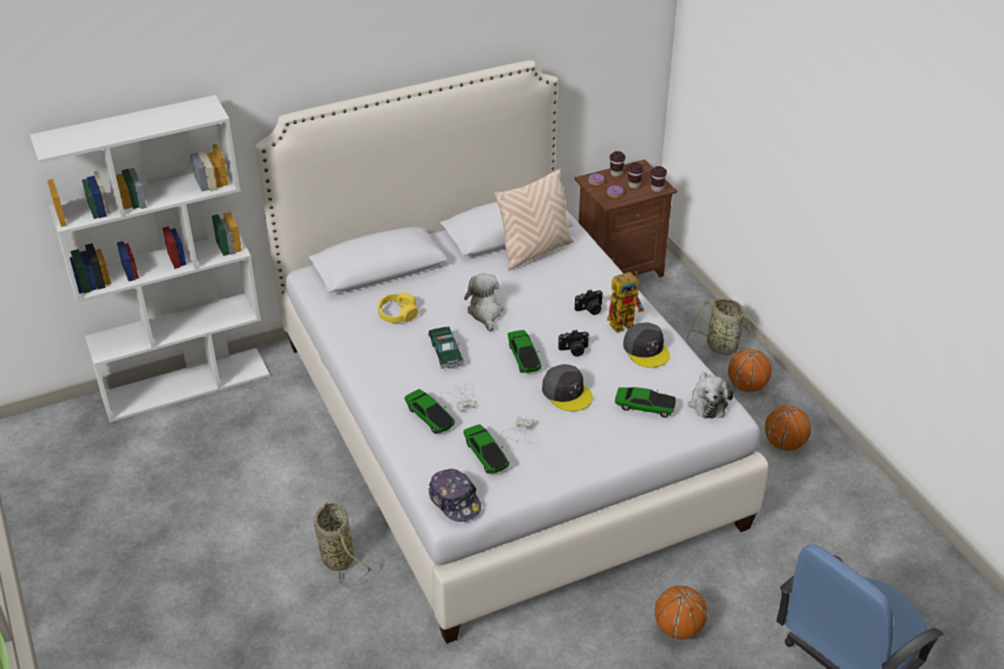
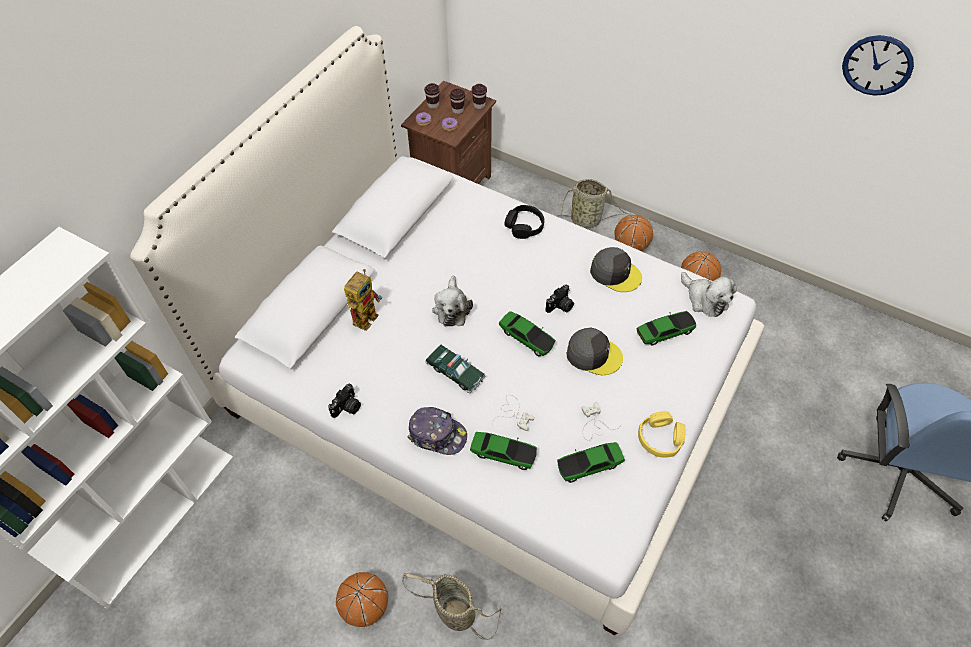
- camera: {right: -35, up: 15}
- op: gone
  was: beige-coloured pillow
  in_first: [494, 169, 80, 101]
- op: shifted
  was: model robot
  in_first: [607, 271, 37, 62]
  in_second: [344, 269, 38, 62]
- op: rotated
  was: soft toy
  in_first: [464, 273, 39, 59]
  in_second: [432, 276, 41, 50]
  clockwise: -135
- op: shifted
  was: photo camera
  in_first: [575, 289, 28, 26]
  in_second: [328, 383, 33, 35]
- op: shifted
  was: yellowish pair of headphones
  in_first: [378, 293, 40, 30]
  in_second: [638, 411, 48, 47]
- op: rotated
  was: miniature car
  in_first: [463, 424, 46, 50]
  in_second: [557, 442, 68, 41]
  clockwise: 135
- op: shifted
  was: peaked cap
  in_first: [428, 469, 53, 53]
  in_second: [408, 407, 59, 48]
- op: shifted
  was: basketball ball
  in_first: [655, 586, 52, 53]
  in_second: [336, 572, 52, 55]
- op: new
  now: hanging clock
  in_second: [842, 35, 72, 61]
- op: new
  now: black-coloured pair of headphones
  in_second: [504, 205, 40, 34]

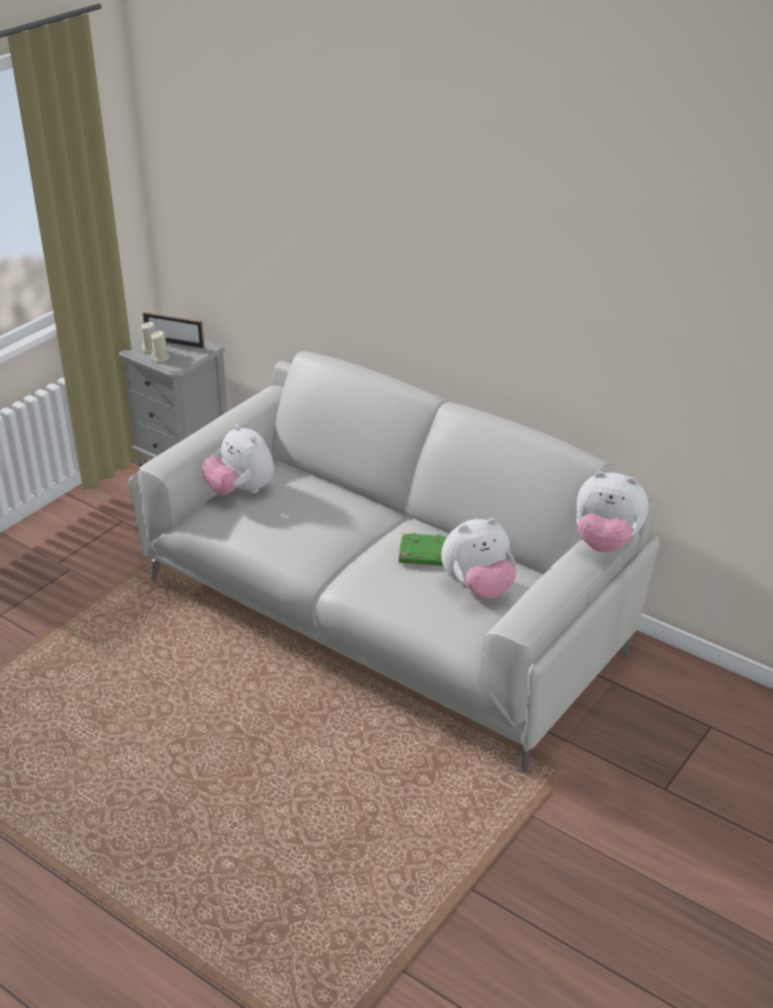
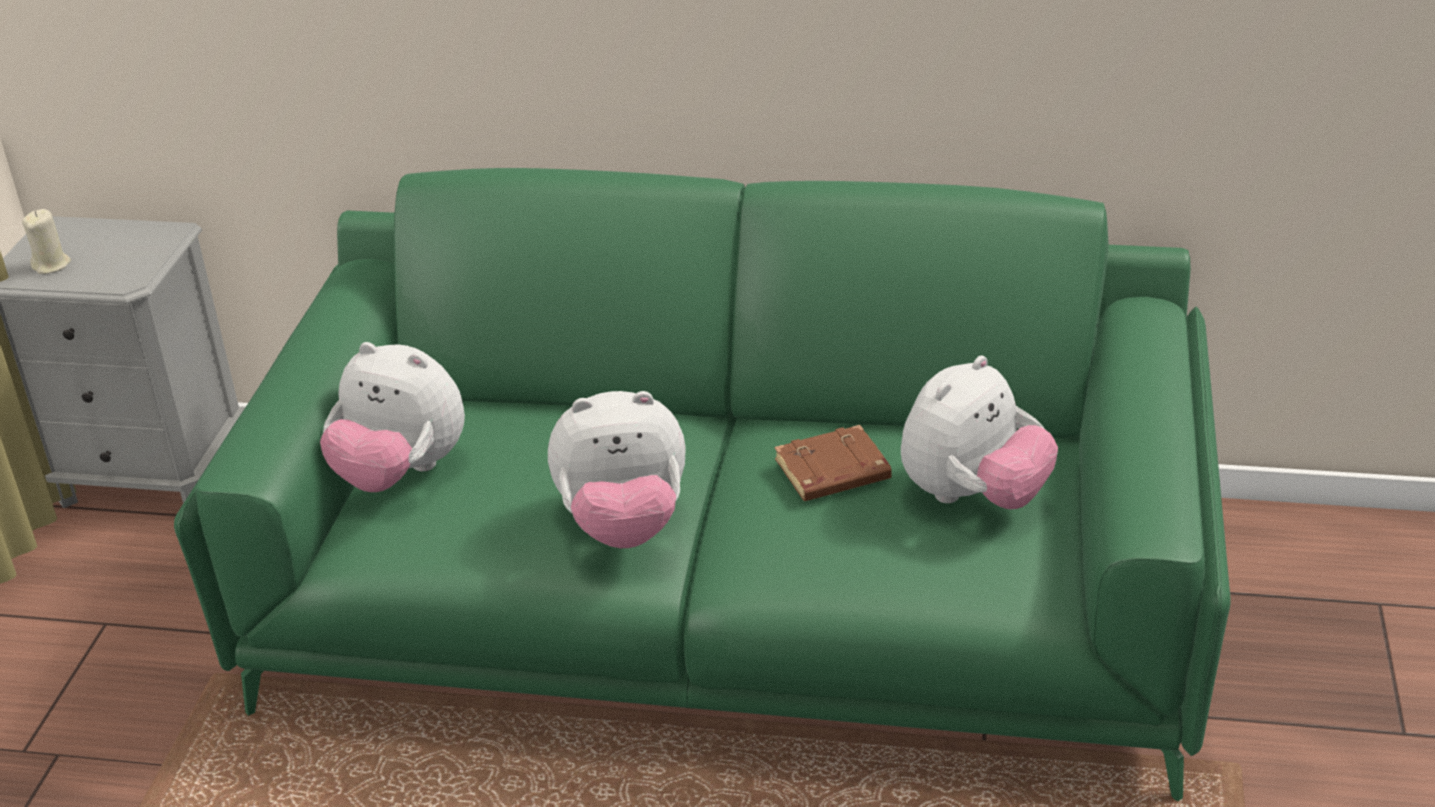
- camera: {right: -25, up: 0}
- op: gone
  was: photo frame
  in_first: [143, 312, 62, 37]
- op: gone
  was: beige-coloured wax candle
  in_first: [151, 331, 19, 31]
- op: repainted
  was: greyish couch
  now: greenish couch
  in_first: [128, 351, 532, 422]
  in_second: [174, 168, 1057, 633]
- op: shifted
  was: soft toy
  in_first: [576, 471, 73, 82]
  in_second: [548, 391, 138, 157]
- op: repainted
  was: greenish bound book
  now: brown bound book
  in_first: [399, 533, 49, 33]
  in_second: [775, 425, 117, 76]

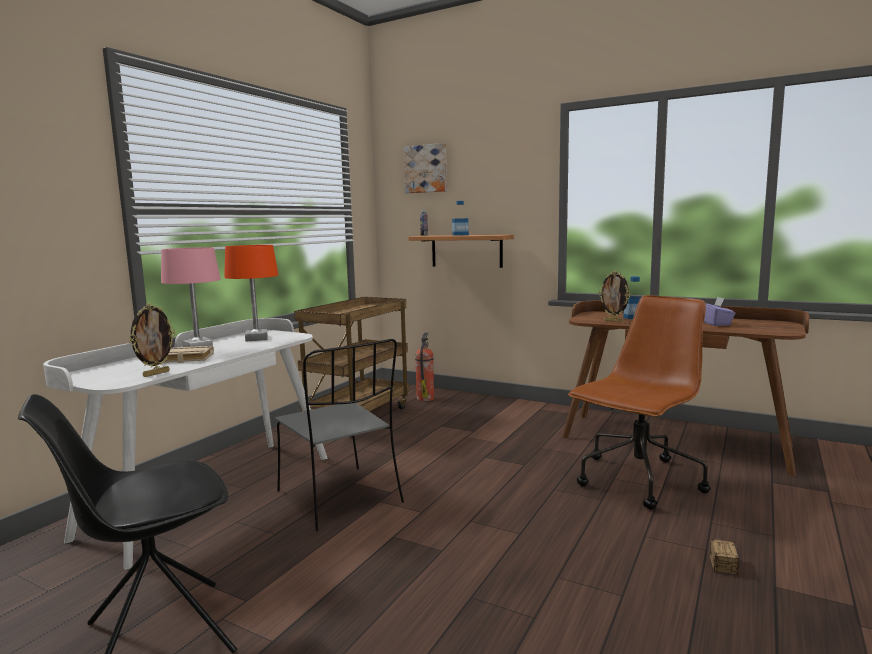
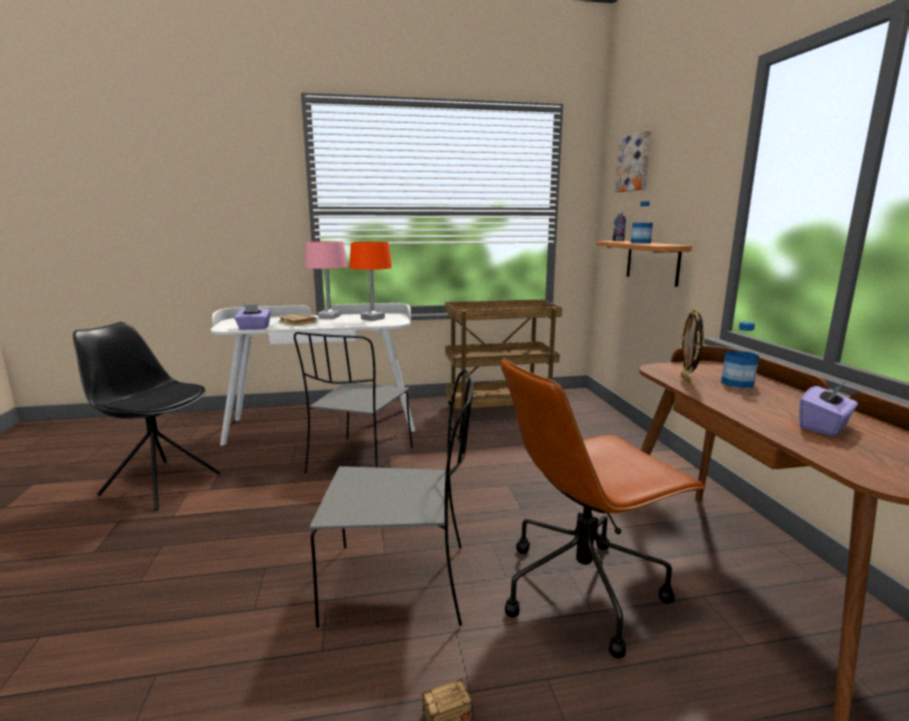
- camera: {right: 50, up: 5}
- op: rotated
  was: brown office chair
  in_first: [568, 295, 143, 215]
  in_second: [501, 357, 206, 301]
  clockwise: 150
- op: swapped
  was: photo frame
  now: purple-coloured box of tissues
  in_first: [129, 303, 47, 74]
  in_second: [234, 304, 37, 25]
- op: gone
  was: fire-fighting cylinder
  in_first: [415, 332, 19, 69]
- op: new
  now: greyish chair
  in_second: [310, 369, 164, 259]

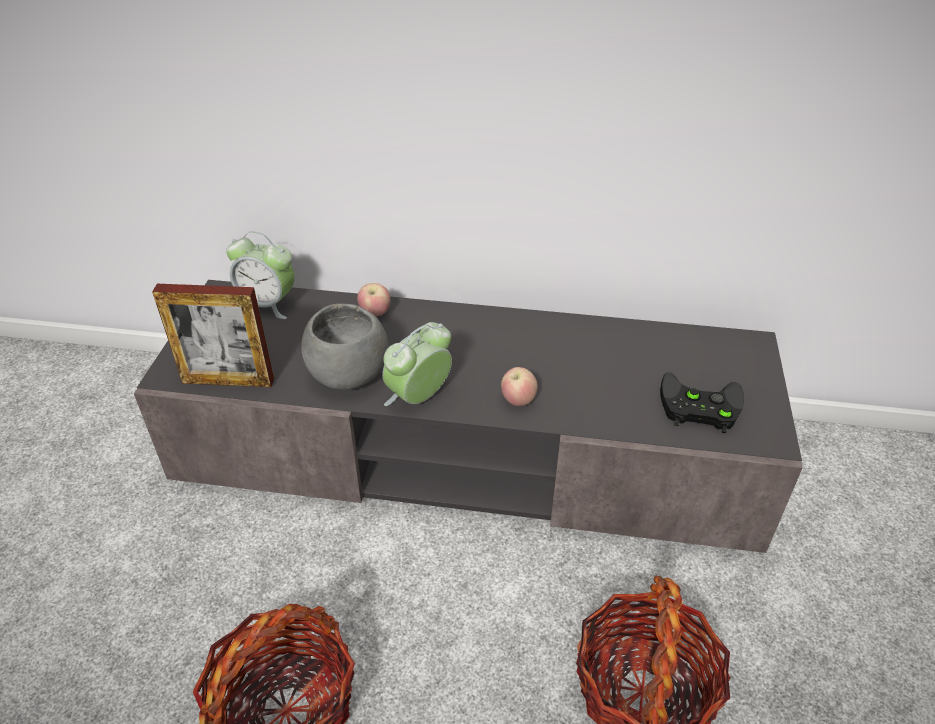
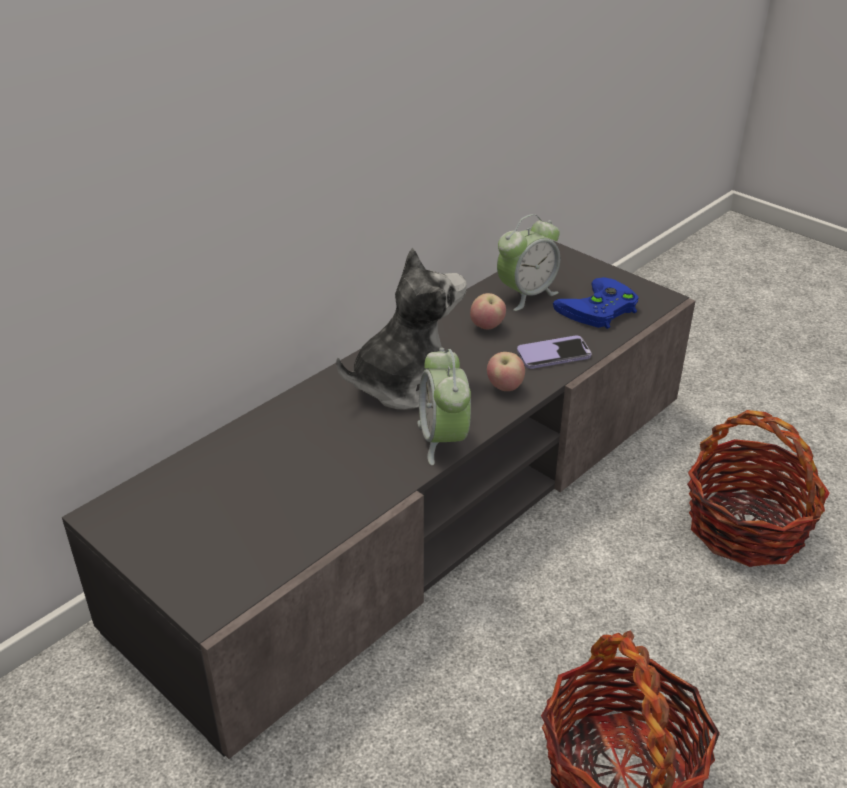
- camera: {right: -55, up: -5}
- op: shifted
  was: table clock
  in_first: [226, 231, 69, 88]
  in_second: [497, 214, 63, 97]
- op: shifted
  was: apple fruit
  in_first: [357, 283, 33, 33]
  in_second: [470, 293, 36, 36]
- op: gone
  was: photo frame
  in_first: [152, 284, 122, 103]
- op: gone
  was: greyish bowl
  in_first: [301, 304, 87, 86]
- op: repainted
  was: black-coloured joypad
  now: blue joypad
  in_first: [660, 373, 84, 60]
  in_second: [553, 277, 86, 52]
- op: new
  now: soft toy
  in_second: [336, 247, 131, 163]
- op: new
  now: handset
  in_second: [517, 336, 75, 33]

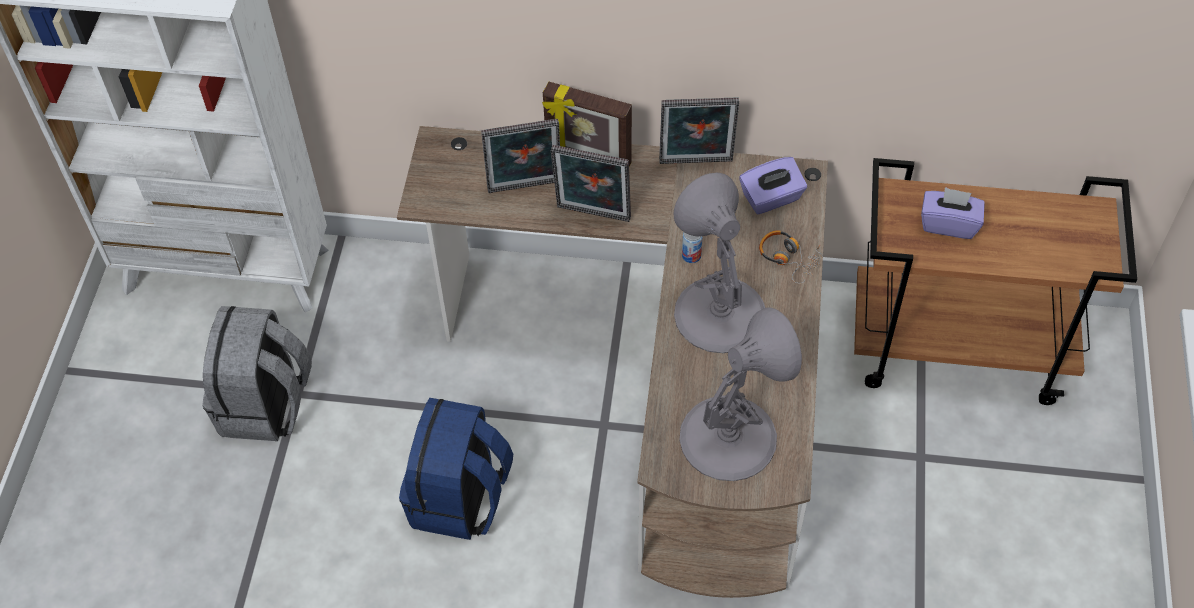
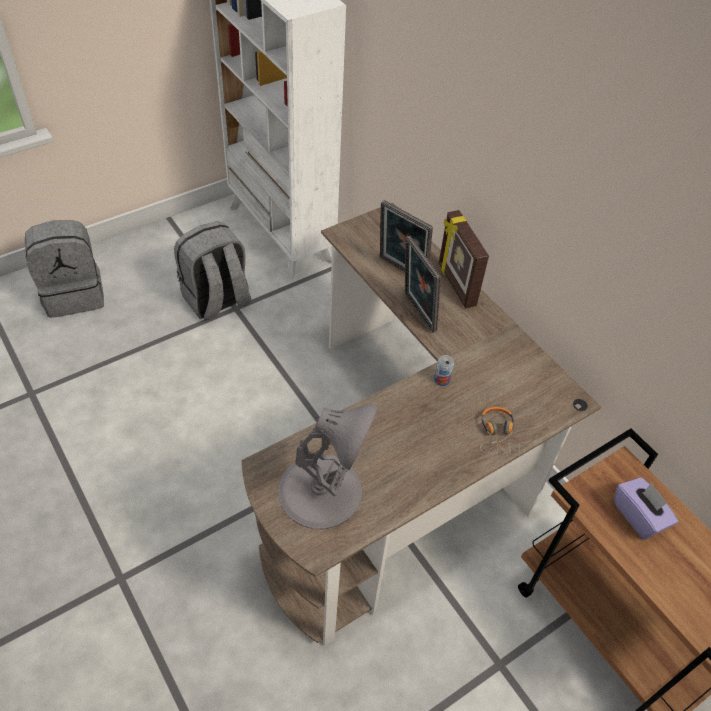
- camera: {right: 45, up: -5}
- op: gone
  was: photo frame
  in_first: [659, 98, 80, 66]
- op: gone
  was: purple-coloured box of tissues
  in_first: [739, 157, 68, 57]
- op: gone
  was: greyish tabletop lamp
  in_first: [674, 173, 91, 180]
- op: gone
  was: blue rucksack
  in_first: [399, 398, 114, 142]
- op: new
  now: greyish rucksack
  in_second: [25, 220, 79, 98]

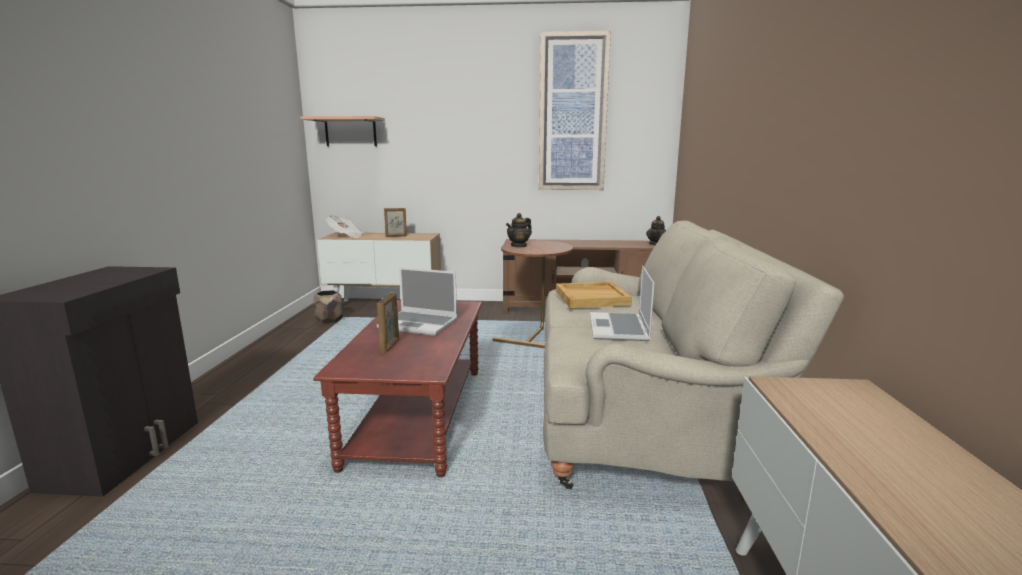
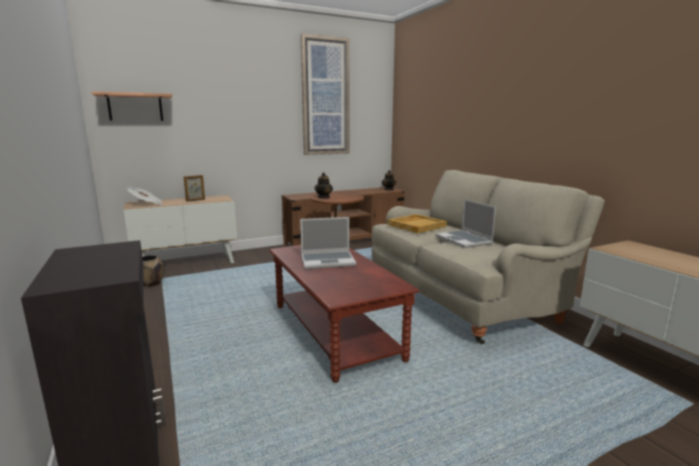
- camera: {right: -30, up: 0}
- op: gone
  was: photo frame
  in_first: [377, 292, 22, 62]

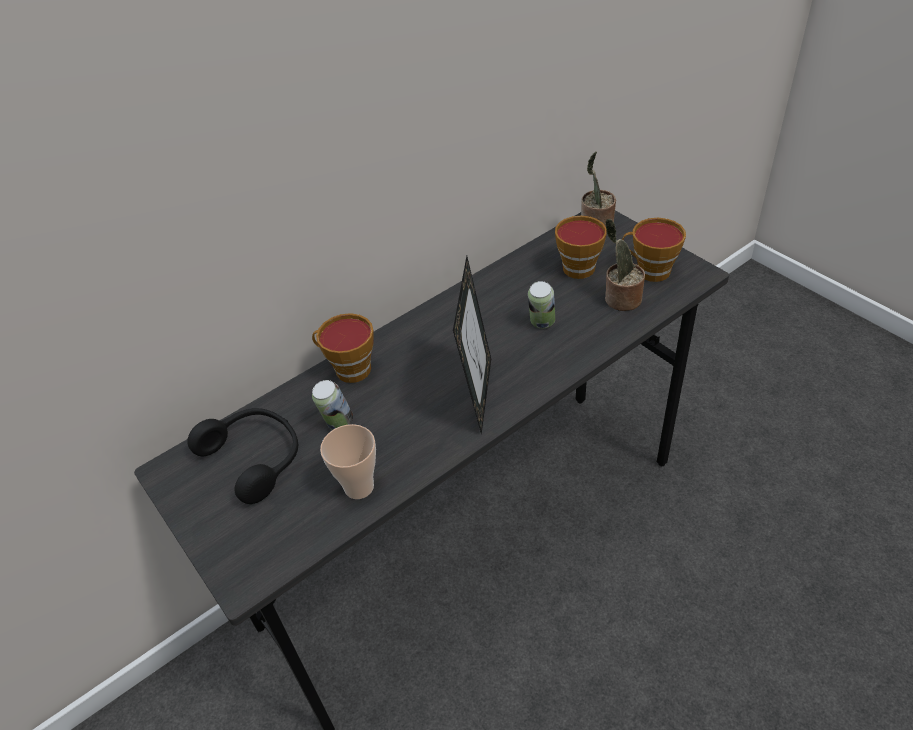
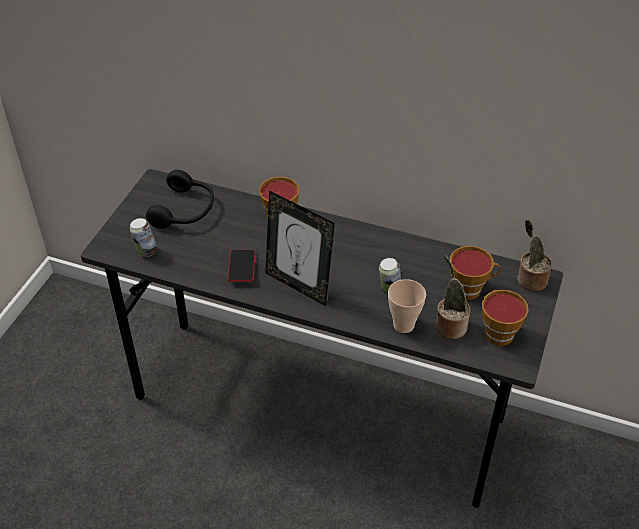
- camera: {right: 55, up: 0}
- op: rotated
  was: photo frame
  in_first: [453, 256, 38, 178]
  in_second: [265, 191, 70, 115]
  clockwise: 60
- op: shifted
  was: can
  in_first: [312, 380, 41, 50]
  in_second: [130, 218, 27, 39]
- op: shifted
  was: cup
  in_first: [320, 424, 56, 75]
  in_second: [388, 279, 38, 54]
- op: new
  now: handset
  in_second: [228, 250, 27, 32]

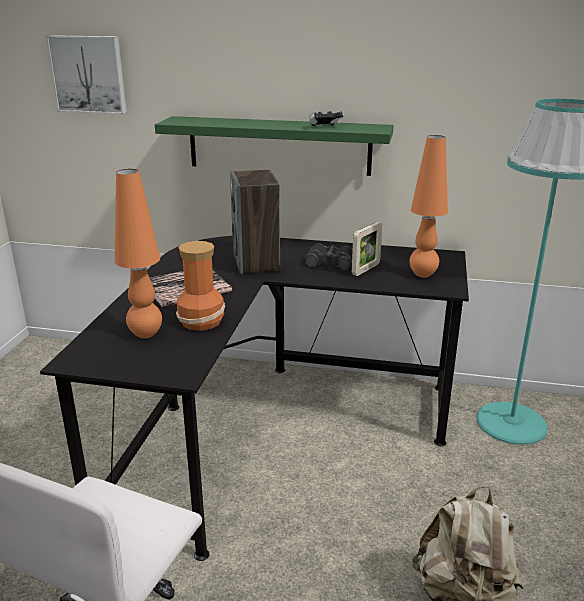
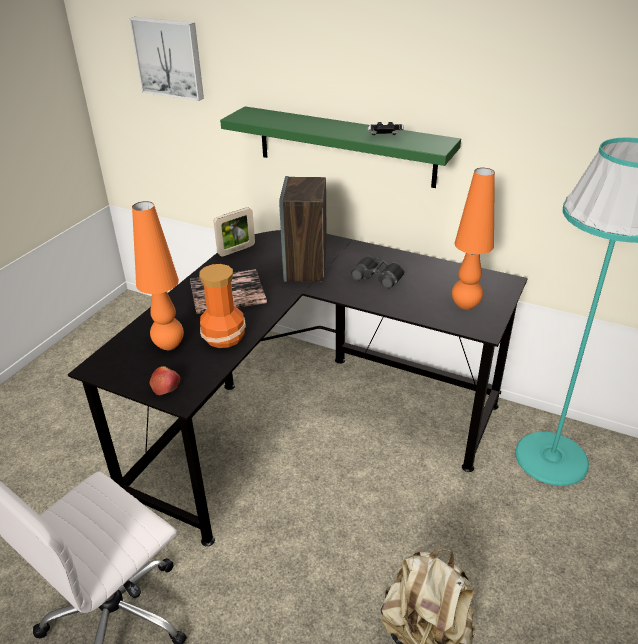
- camera: {right: 15, up: 10}
- op: shifted
  was: photo frame
  in_first: [352, 222, 30, 54]
  in_second: [214, 207, 41, 50]
- op: new
  now: apple fruit
  in_second: [149, 366, 31, 29]

